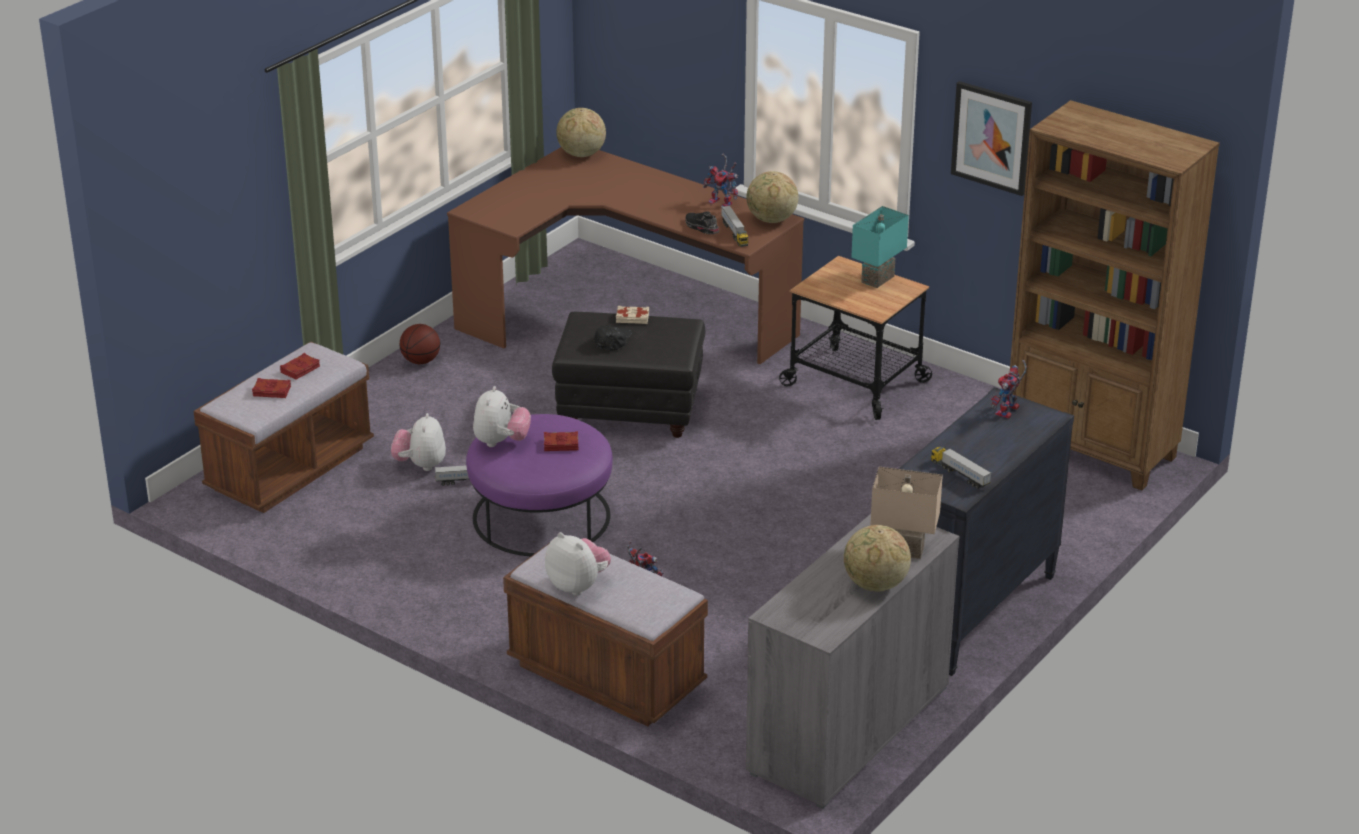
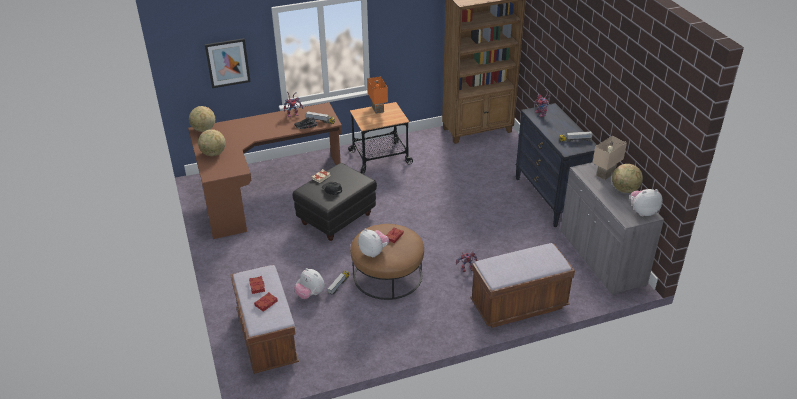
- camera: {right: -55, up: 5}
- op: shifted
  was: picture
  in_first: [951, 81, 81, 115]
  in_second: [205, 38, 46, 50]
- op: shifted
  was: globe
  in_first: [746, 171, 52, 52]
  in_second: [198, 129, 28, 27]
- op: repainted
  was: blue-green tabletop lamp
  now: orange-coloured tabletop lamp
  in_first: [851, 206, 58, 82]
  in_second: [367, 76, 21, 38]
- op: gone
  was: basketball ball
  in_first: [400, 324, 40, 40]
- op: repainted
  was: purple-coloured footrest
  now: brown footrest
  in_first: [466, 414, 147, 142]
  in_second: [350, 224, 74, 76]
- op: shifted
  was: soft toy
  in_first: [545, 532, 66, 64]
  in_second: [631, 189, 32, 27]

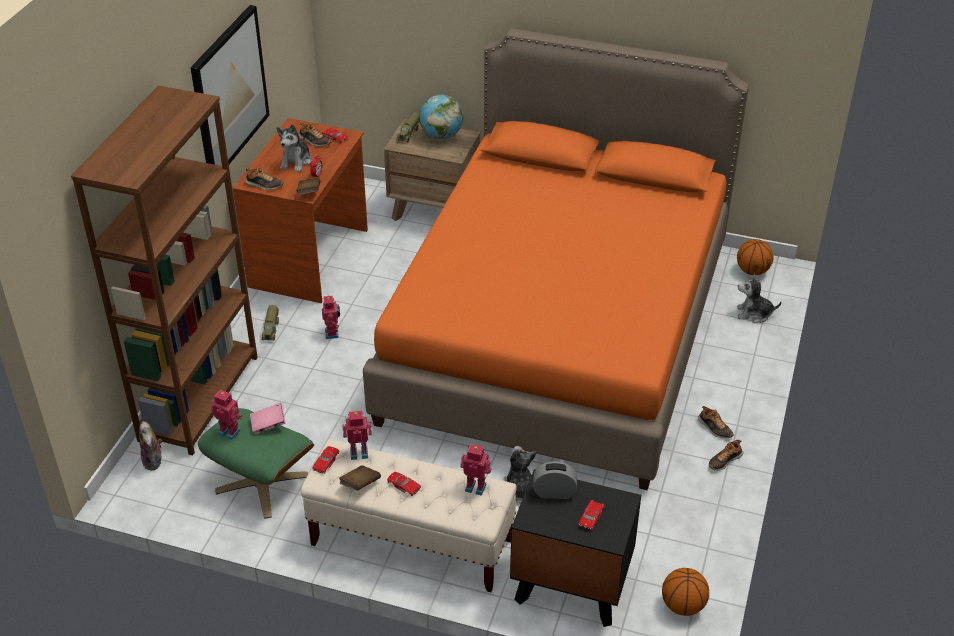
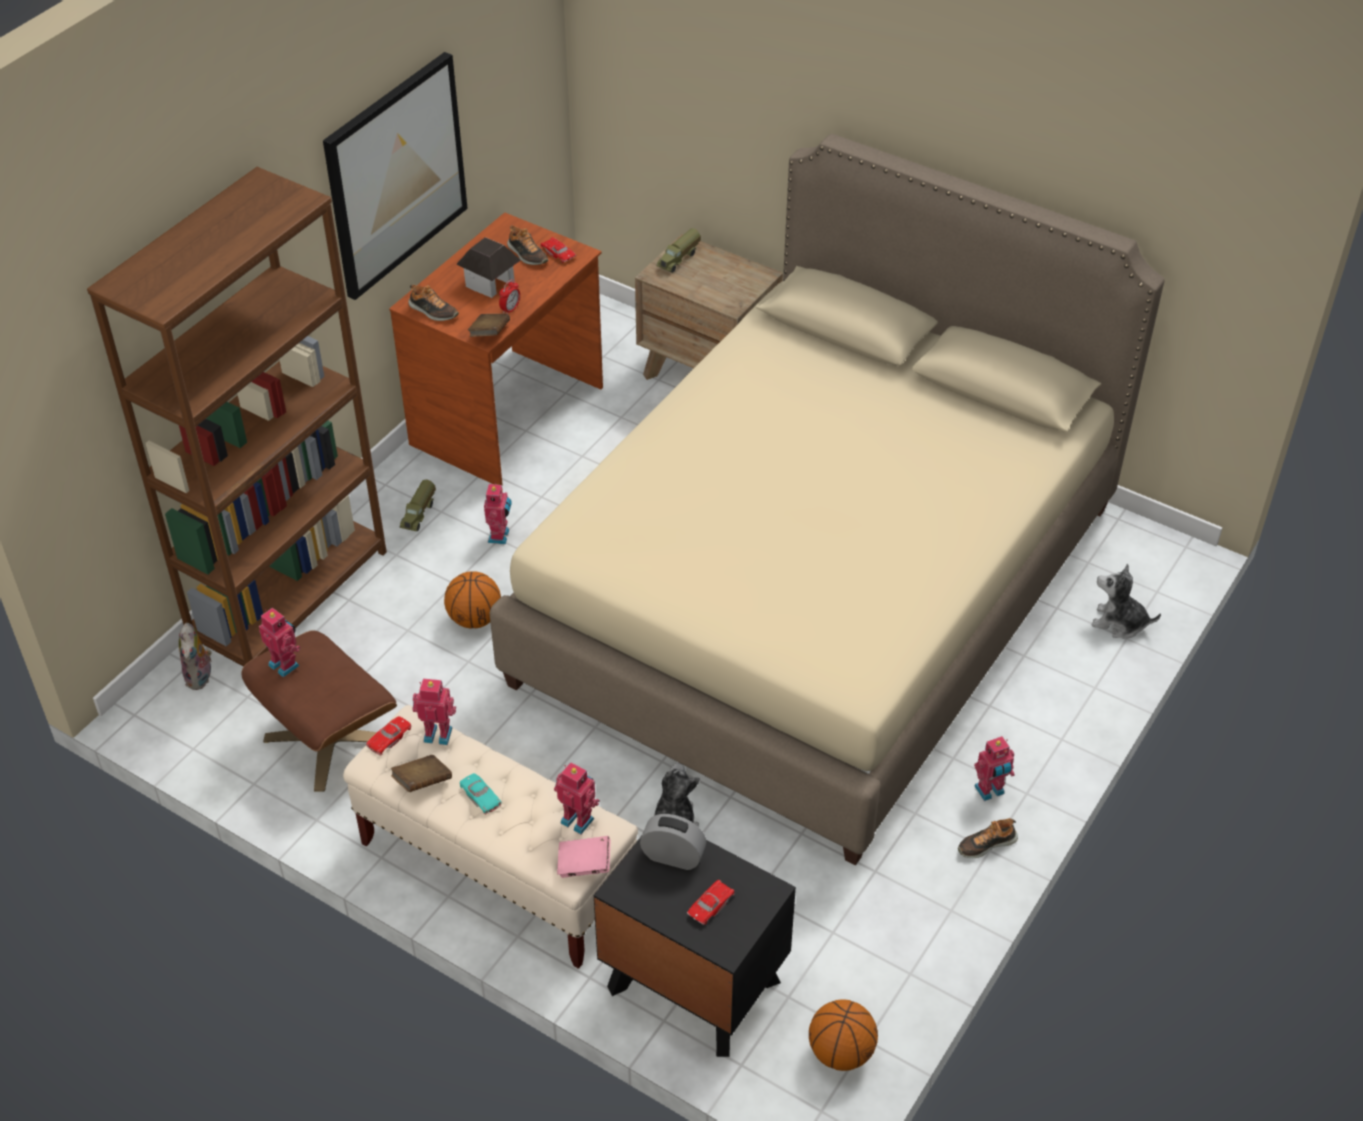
- camera: {right: 15, up: 5}
- op: repainted
  was: orange-coloured bedroom bed
  now: beige-coloured bedroom bed
  in_first: [363, 28, 386, 462]
  in_second: [489, 134, 676, 732]
- op: gone
  was: globe
  in_first: [419, 95, 45, 44]
- op: swapped
  was: soft toy
  now: model house
  in_first: [276, 124, 36, 48]
  in_second: [456, 237, 65, 61]
- op: shifted
  was: basketball ball
  in_first: [737, 239, 37, 36]
  in_second: [444, 571, 57, 57]
- op: shifted
  was: pinkish bound book
  in_first: [250, 403, 36, 31]
  in_second: [557, 836, 53, 42]
- op: swapped
  was: low shoe
  now: model robot
  in_first: [698, 406, 36, 32]
  in_second: [974, 736, 41, 65]
- op: repainted
  was: greenish footrest
  now: brown footrest
  in_first: [198, 408, 116, 111]
  in_second: [241, 630, 156, 162]
- op: repainted
  was: red-coloured miniature car
  now: blue-green miniature car
  in_first: [387, 472, 34, 24]
  in_second: [459, 773, 43, 41]

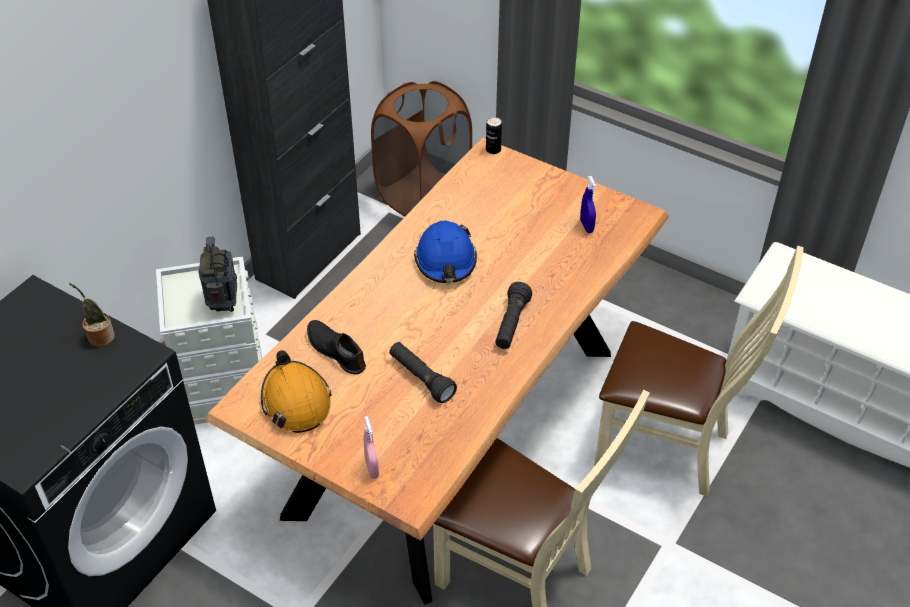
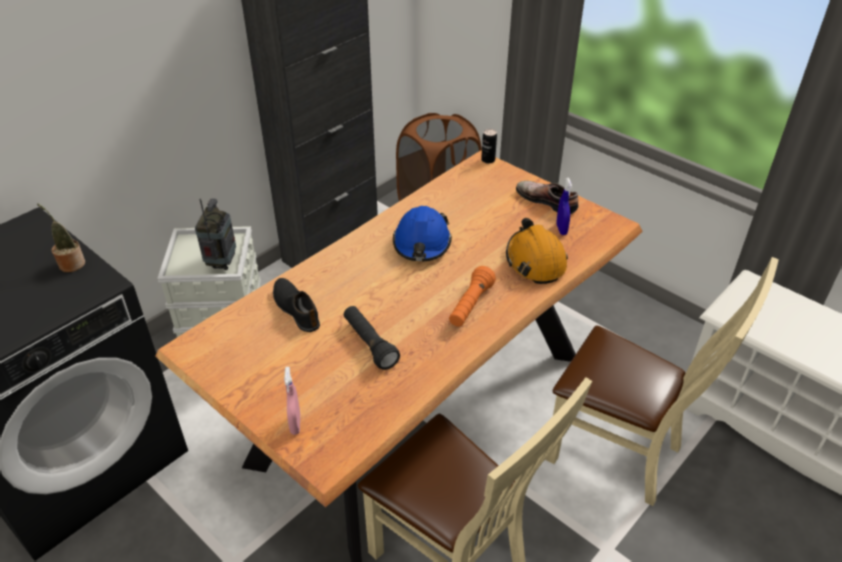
- camera: {right: 10, up: -5}
- op: repainted
  was: black-coloured hand torch
  now: orange-coloured hand torch
  in_first: [495, 282, 37, 67]
  in_second: [449, 266, 47, 61]
- op: shifted
  was: orange-coloured work helmet
  in_first: [261, 350, 71, 83]
  in_second: [506, 218, 62, 66]
- op: new
  now: low shoe
  in_second: [516, 181, 62, 33]

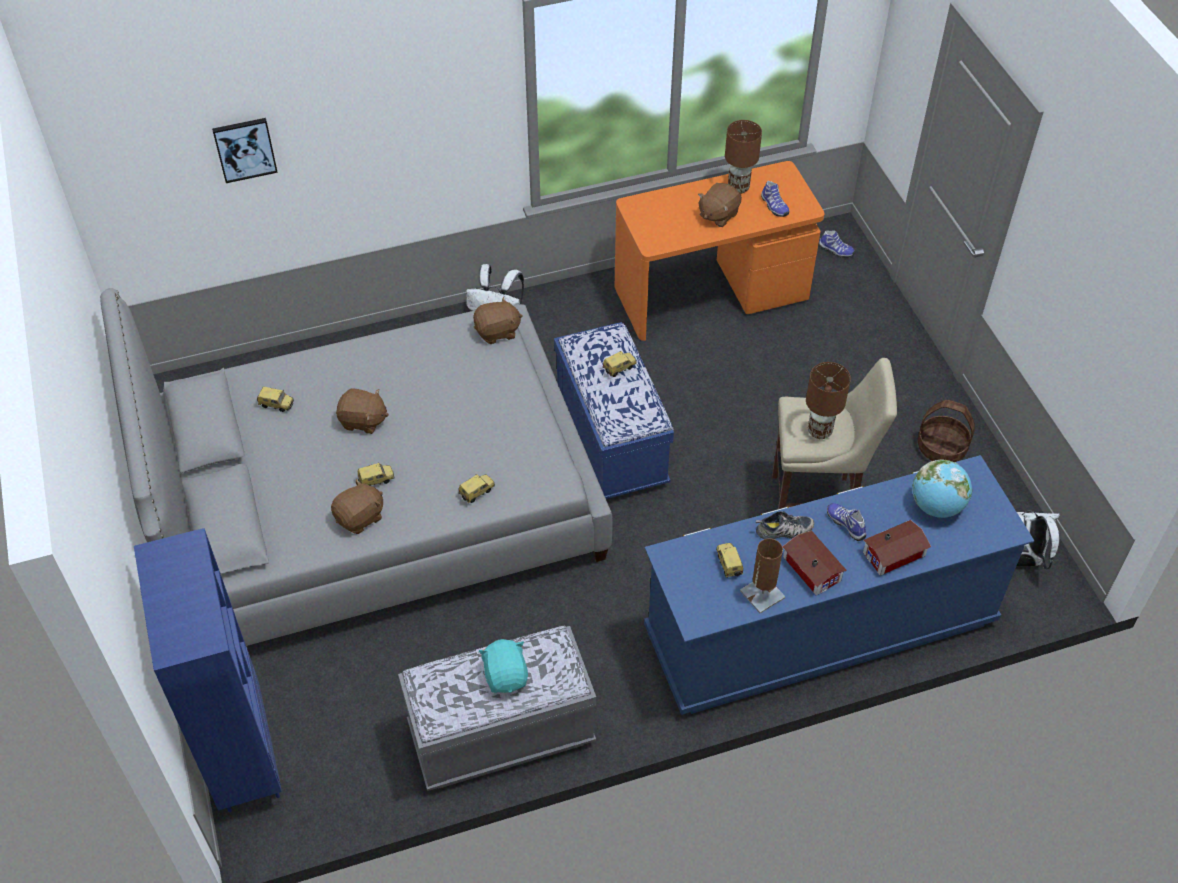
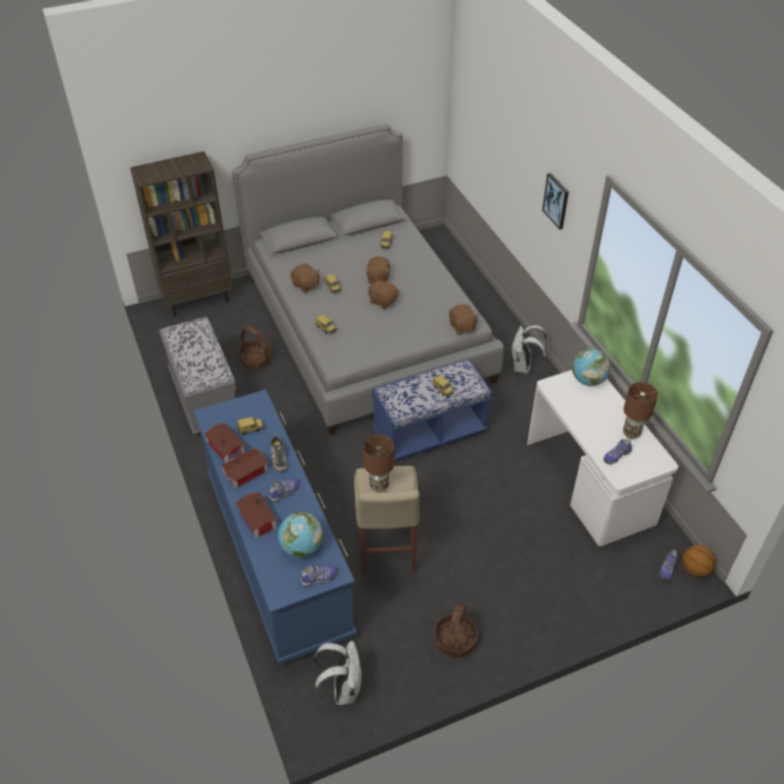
- camera: {right: 85, up: -5}
- op: shifted
  was: picture
  in_first: [212, 118, 66, 65]
  in_second: [542, 173, 27, 57]
- op: repainted
  was: orange-coloured desk
  now: white-coloured desk
  in_first: [615, 161, 210, 180]
  in_second: [527, 370, 151, 177]
- op: shifted
  was: brown soft toy
  in_first: [698, 183, 44, 44]
  in_second: [368, 278, 31, 31]
- op: repainted
  was: blue shelving unit
  now: brown shelving unit
  in_first: [134, 528, 147, 284]
  in_second: [130, 151, 103, 166]
- op: swapped
  was: brown tabletop lamp
  now: model house
  in_first: [740, 538, 45, 75]
  in_second: [203, 423, 42, 40]
- op: gone
  was: blue-green soft toy
  in_first: [479, 639, 49, 54]
- op: new
  now: household basket
  in_second: [238, 325, 34, 45]
- op: new
  now: globe
  in_second: [572, 349, 39, 37]
- op: new
  now: basketball ball
  in_second: [683, 545, 33, 32]
- op: new
  now: low shoe
  in_second: [299, 565, 38, 21]

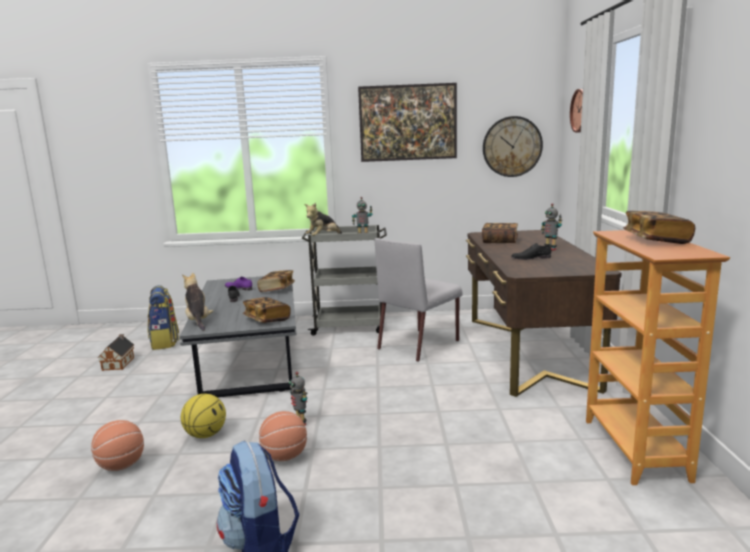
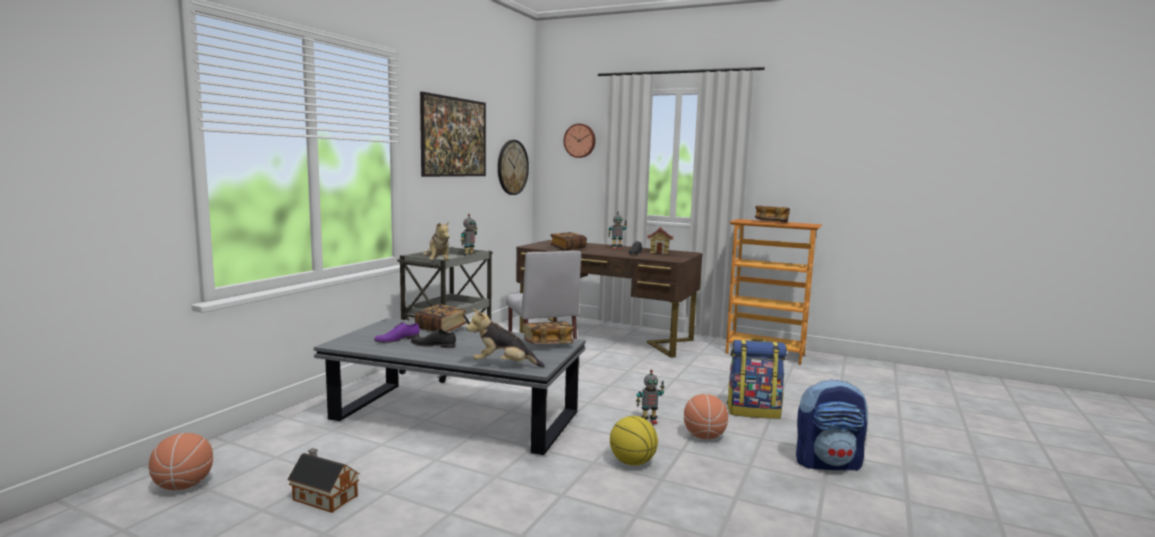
- camera: {right: -65, up: -5}
- op: shifted
  was: rucksack
  in_first: [148, 285, 31, 65]
  in_second: [727, 339, 60, 80]
- op: shifted
  was: basketball ball
  in_first: [91, 420, 53, 51]
  in_second: [149, 433, 64, 57]
- op: new
  now: model house
  in_second: [647, 227, 26, 27]

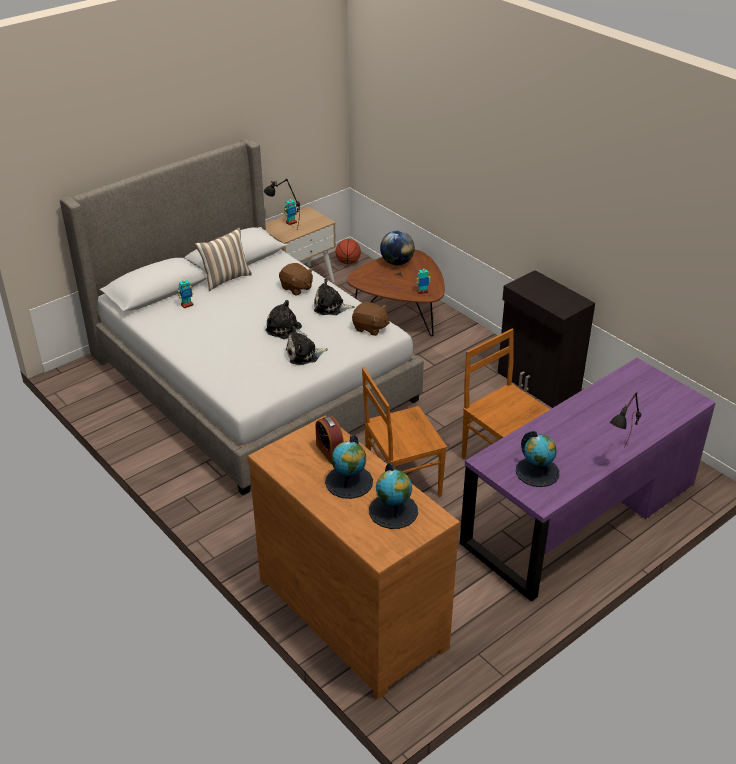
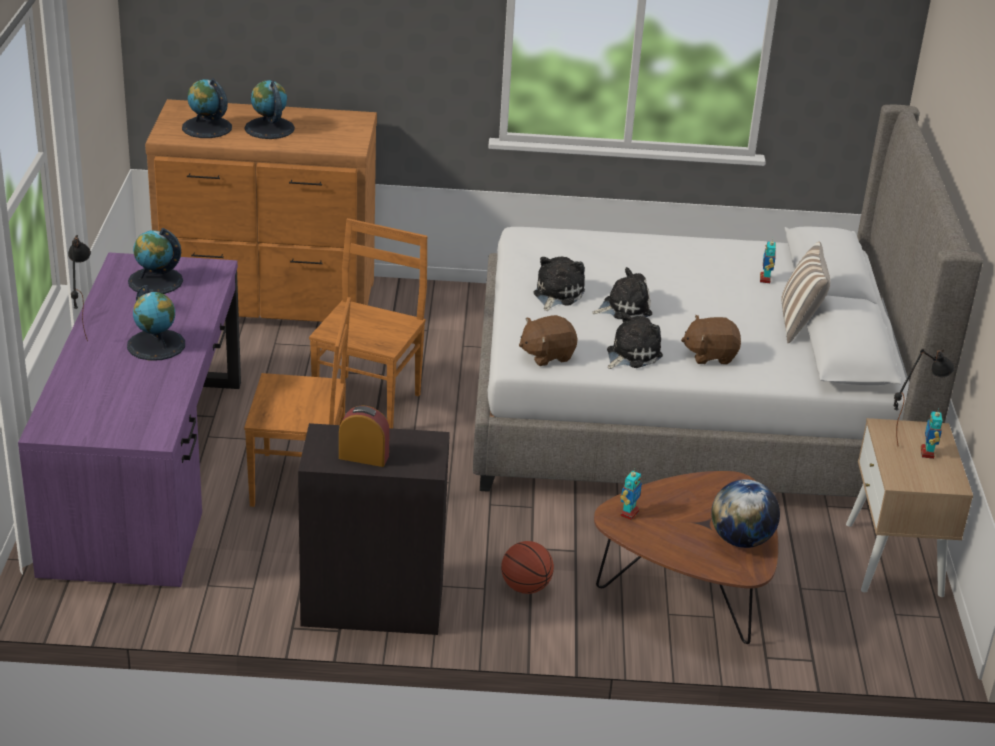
- camera: {right: 130, up: -5}
- op: shifted
  was: basketball ball
  in_first: [335, 239, 26, 25]
  in_second: [501, 541, 53, 53]
- op: shifted
  was: table clock
  in_first: [316, 416, 28, 48]
  in_second: [339, 405, 51, 62]
- op: new
  now: globe
  in_second: [127, 285, 58, 76]

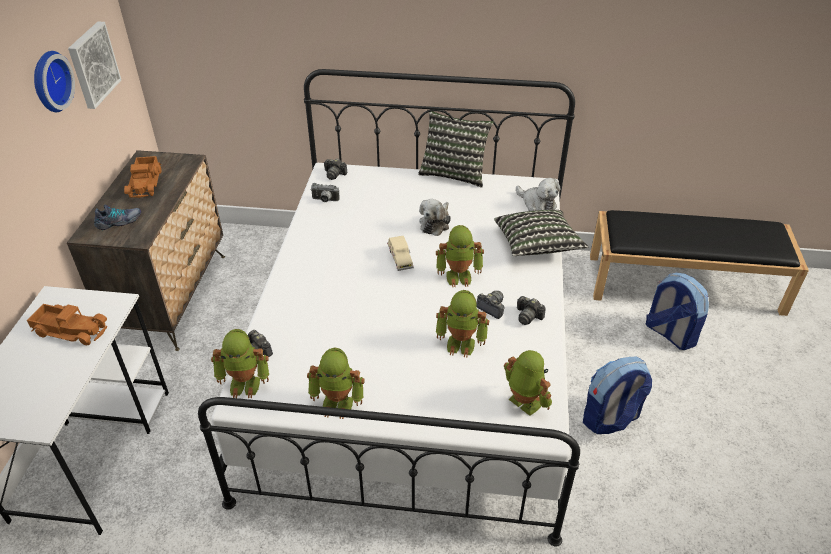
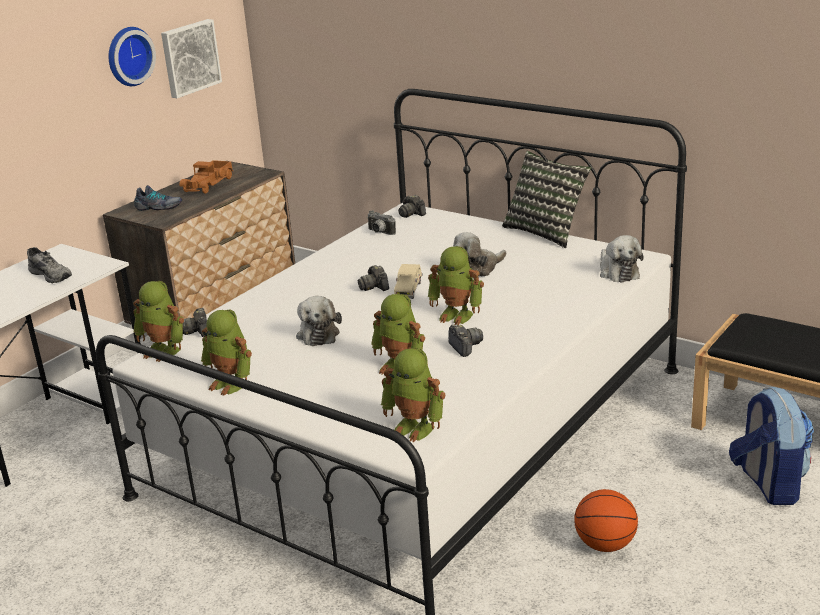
- camera: {right: 30, up: -15}
- op: gone
  was: pillow
  in_first: [494, 210, 95, 46]
- op: shifted
  was: photo camera
  in_first: [517, 296, 29, 29]
  in_second: [358, 265, 31, 26]
- op: swapped
  was: toy truck
  now: greyish low shoe
  in_first: [27, 304, 80, 41]
  in_second: [27, 247, 45, 36]
- op: rotated
  was: model robot
  in_first: [504, 350, 48, 66]
  in_second: [381, 348, 64, 94]
  clockwise: 135
- op: swapped
  was: rucksack
  now: basketball ball
  in_first: [583, 357, 69, 77]
  in_second: [574, 489, 64, 63]
- op: new
  now: soft toy
  in_second: [296, 296, 46, 50]

